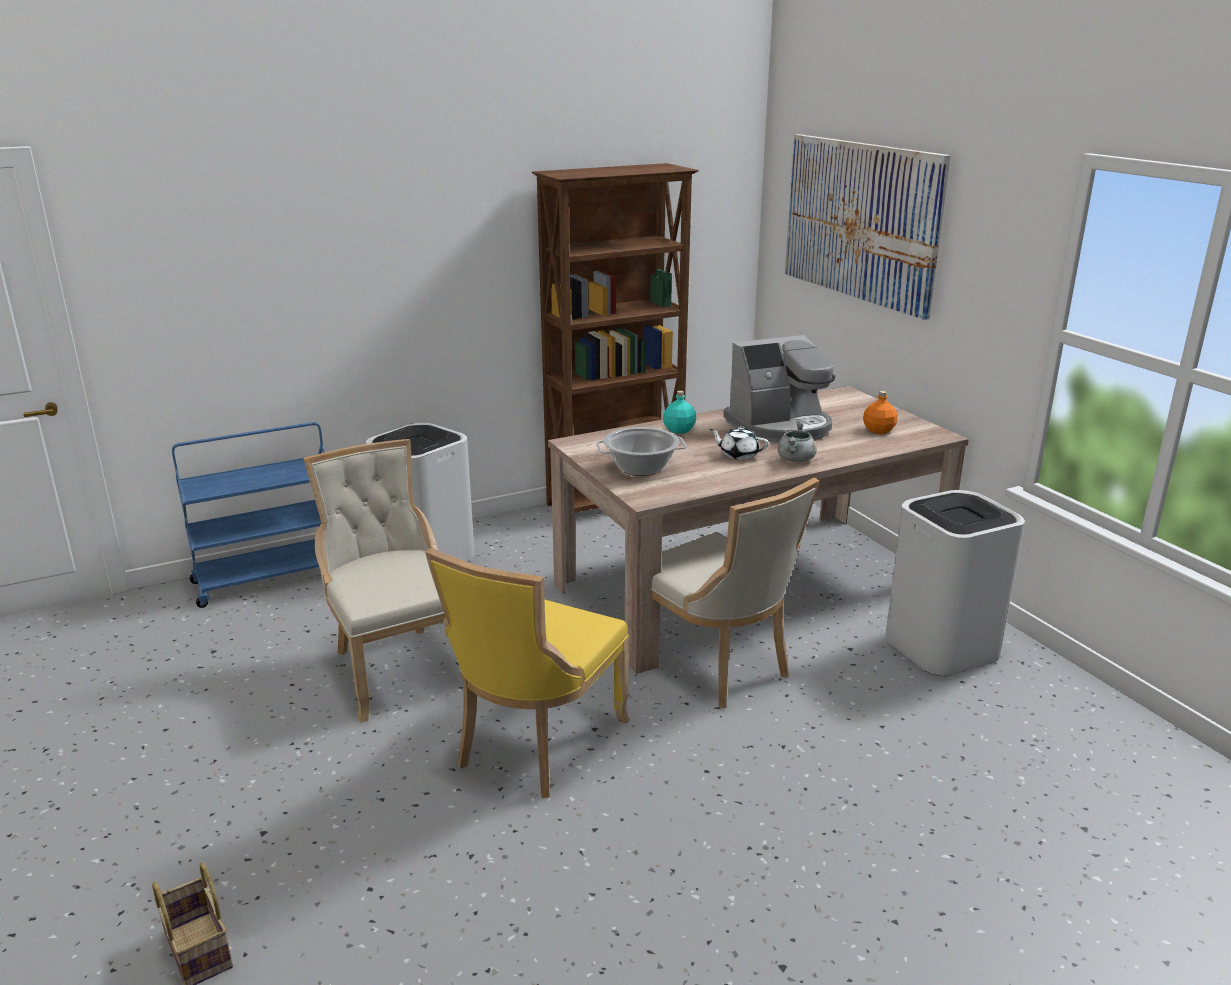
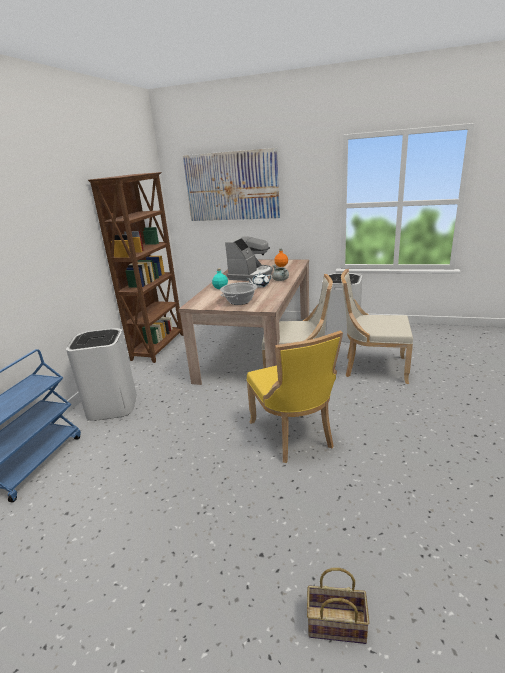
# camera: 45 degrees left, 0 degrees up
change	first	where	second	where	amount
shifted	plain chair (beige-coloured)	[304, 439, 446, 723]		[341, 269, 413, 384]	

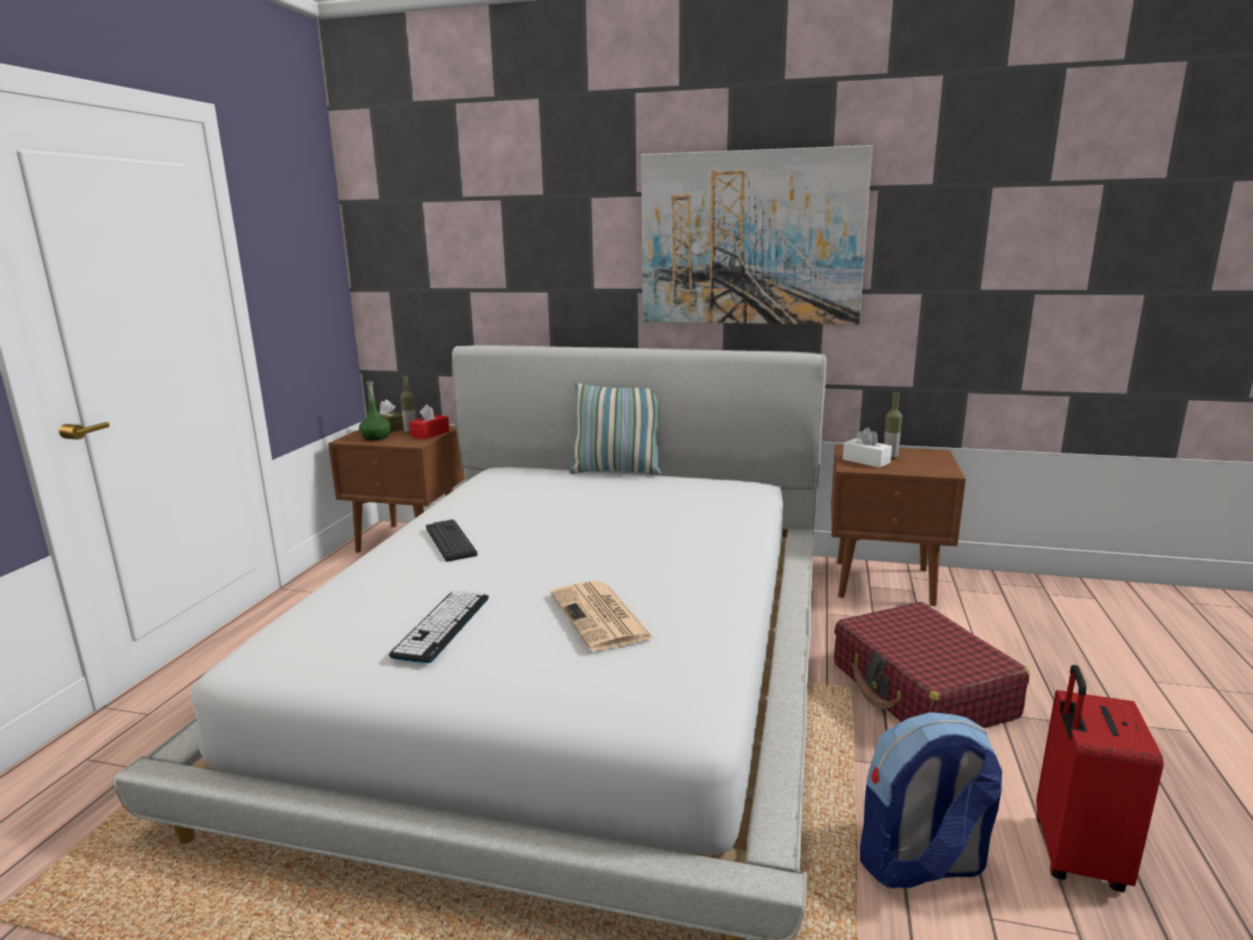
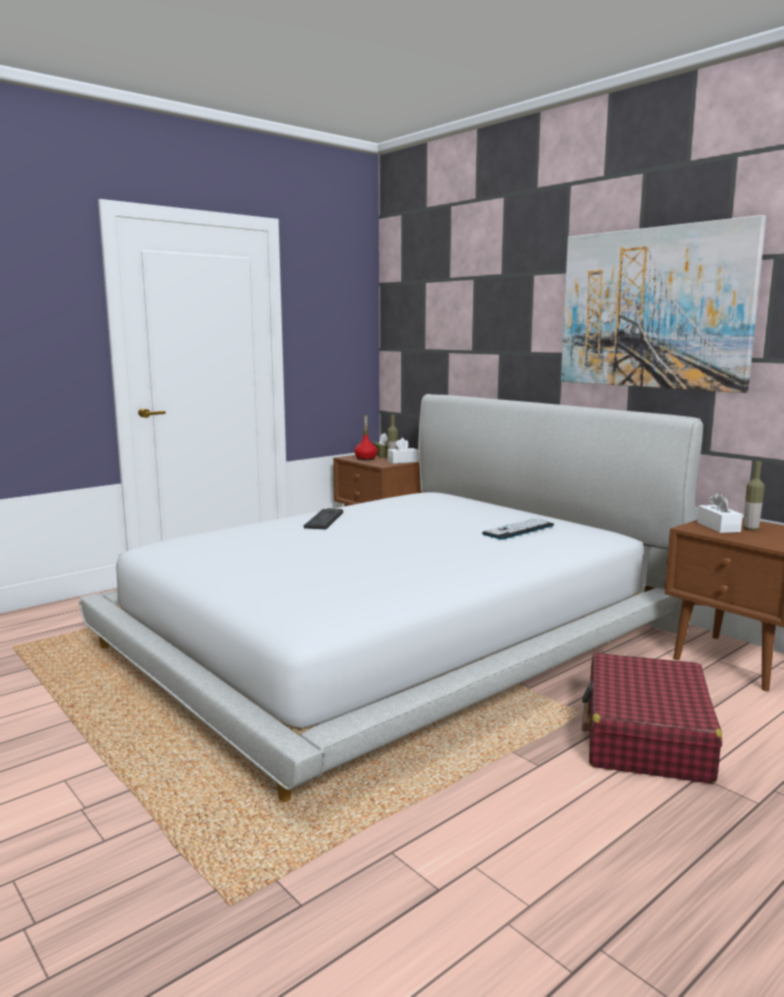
# camera: 35 degrees right, 5 degrees down
change	first	where	second	where	amount
gone	printed paper	[550, 581, 654, 651]			
gone	throw pillow	[569, 382, 661, 475]			
gone	rucksack	[860, 712, 1002, 888]			
gone	travel case (reddish)	[1036, 665, 1164, 892]			
shifted	computer keyboard	[389, 591, 489, 663]		[482, 518, 554, 540]	
repainted	beverage bottle (green-coloured)	[359, 381, 391, 441]	beverage bottle (reddish)	[354, 415, 377, 460]	
repainted	tissue holder (reddish)	[409, 404, 449, 439]	tissue holder (white)	[388, 438, 419, 464]	

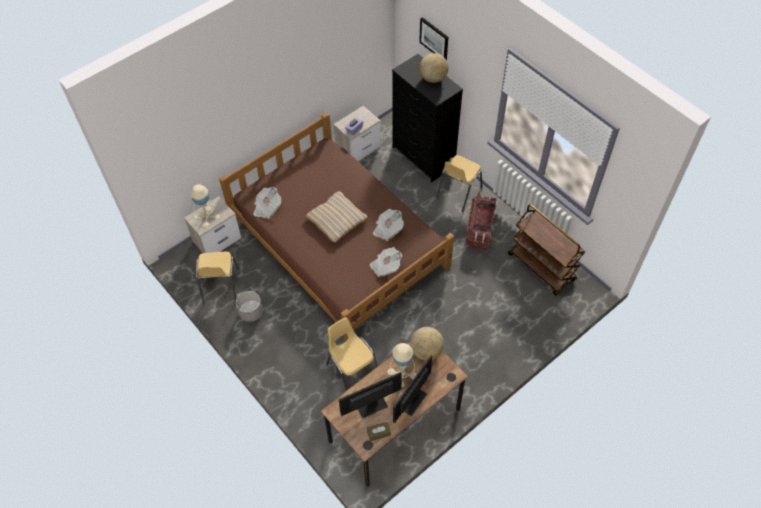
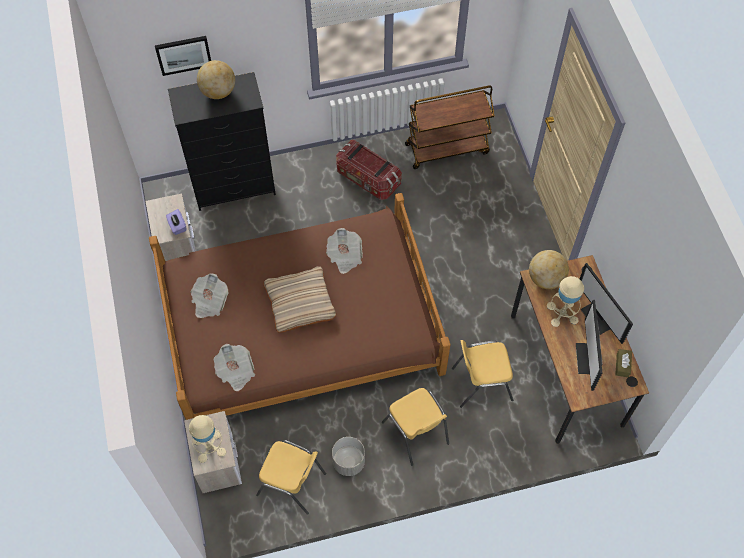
# camera: 65 degrees left, 5 degrees up
change	first	where	second	where	amount
shifted	printed paper	[370, 247, 402, 277]		[191, 273, 228, 318]	
shifted	plain chair (yellowish)	[436, 155, 483, 212]		[382, 388, 449, 466]	

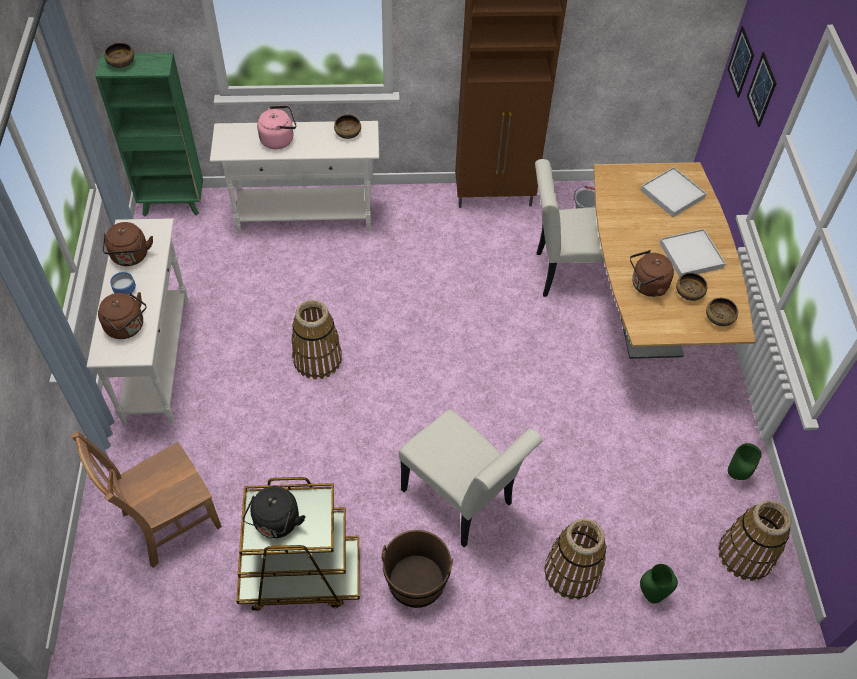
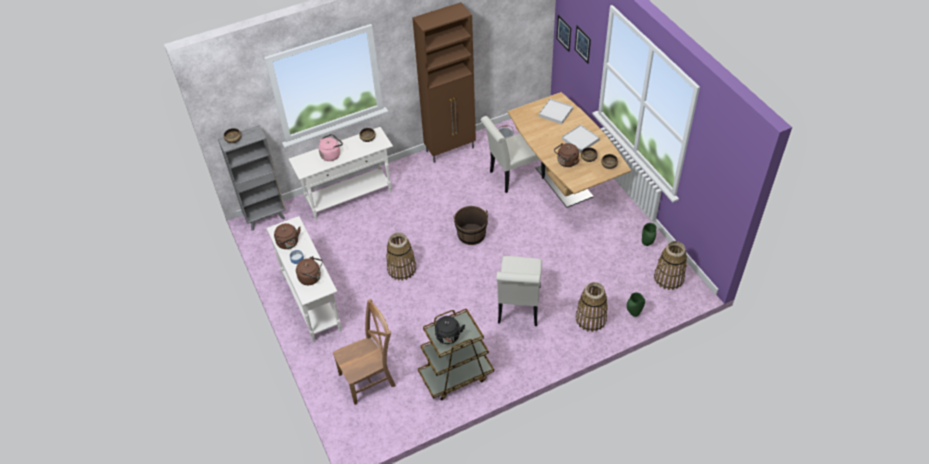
# camera: 20 degrees left, 5 degrees down
change	first	where	second	where	amount
shifted	bucket (brown)	[381, 530, 453, 608]		[453, 206, 488, 245]	
repainted	bookshelf (green-coloured)	[95, 53, 203, 216]	bookshelf (gray)	[218, 125, 286, 231]	
rotated	plain chair (brown)	[71, 432, 222, 568]		[333, 298, 396, 405]	150 degrees counterclockwise
rotated	plain chair (white)	[399, 409, 543, 548]		[496, 256, 542, 326]	75 degrees clockwise

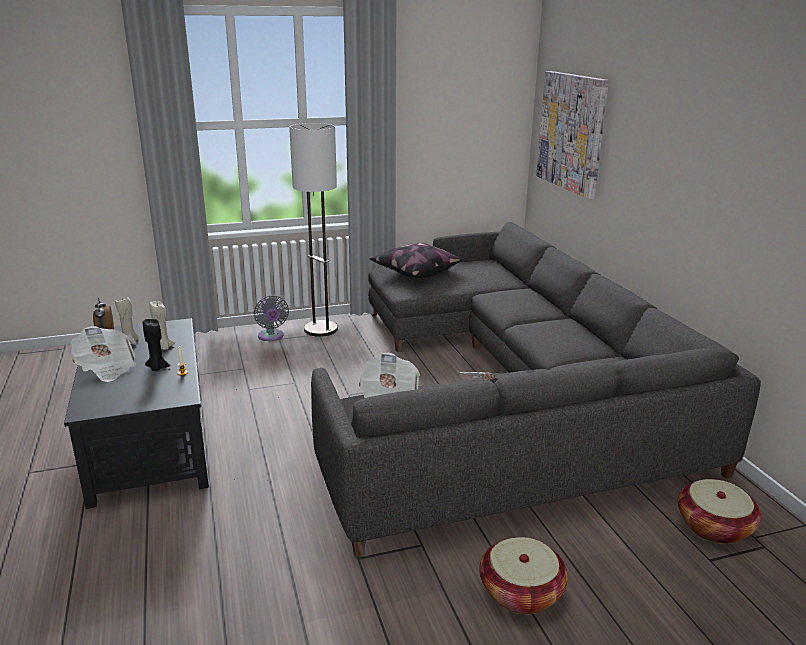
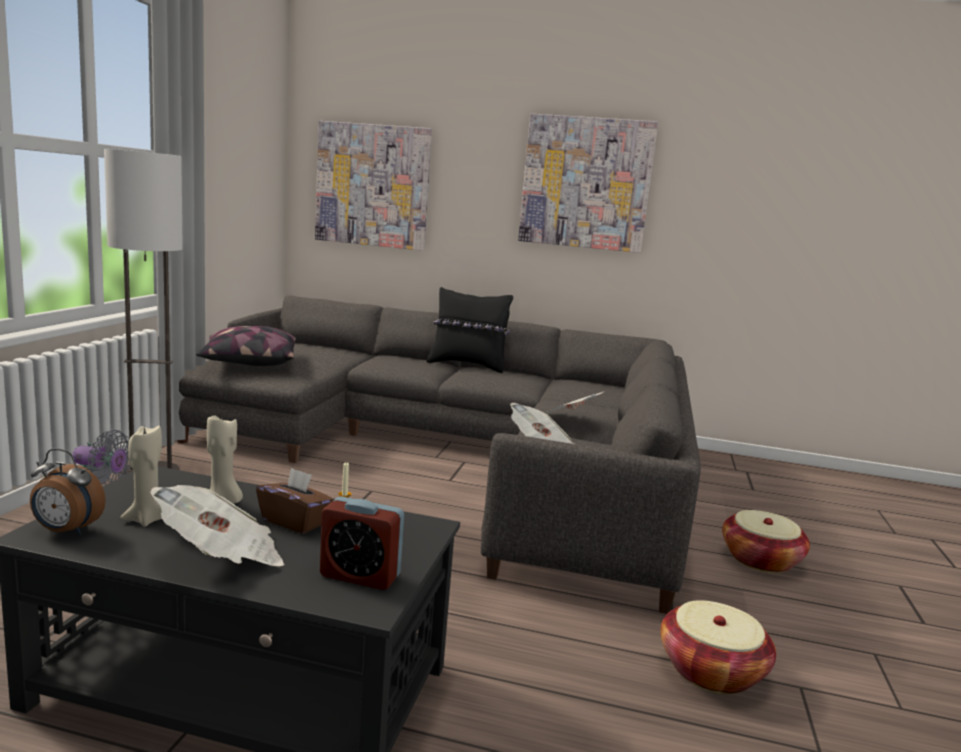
# camera: 60 degrees left, 10 degrees down
change	first	where	second	where	amount
new			table clock	[320, 496, 404, 590]	
new			throw pillow (black-coloured)	[427, 287, 513, 373]	
new			picture	[518, 114, 658, 253]	
shifted	household basket	[678, 479, 761, 544]		[660, 600, 776, 694]	
swapped	wax candle (black-coloured)	[143, 319, 170, 371]	tissue holder (brown)	[256, 467, 334, 534]	

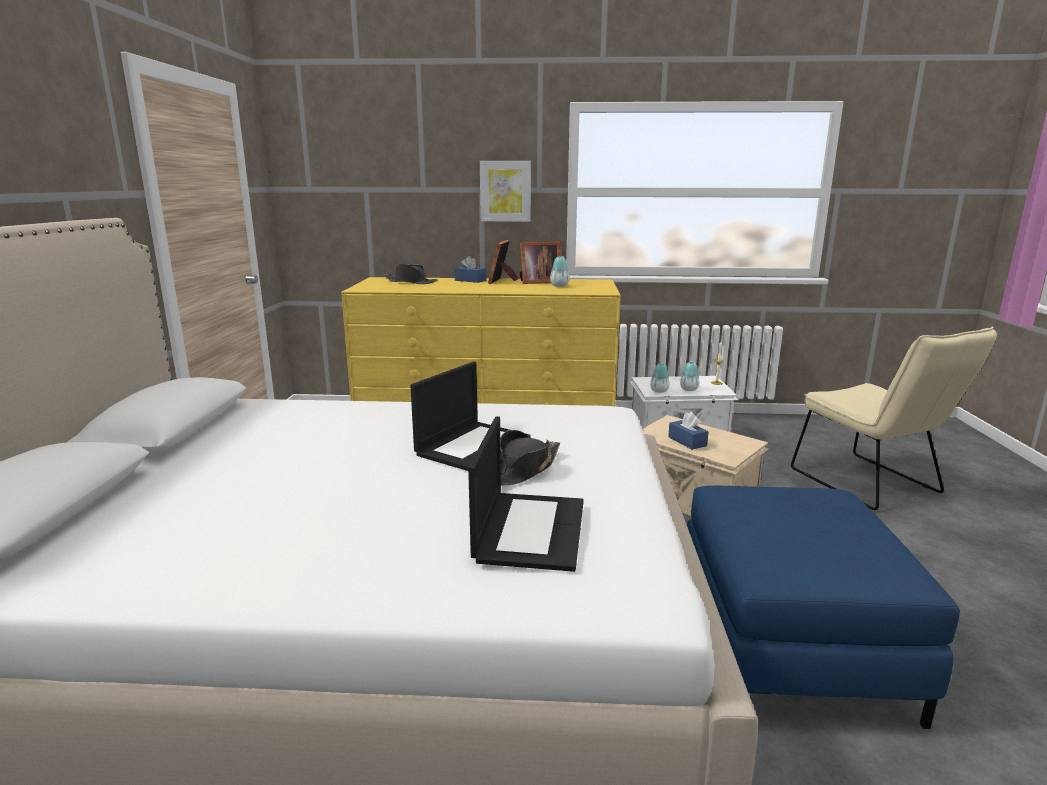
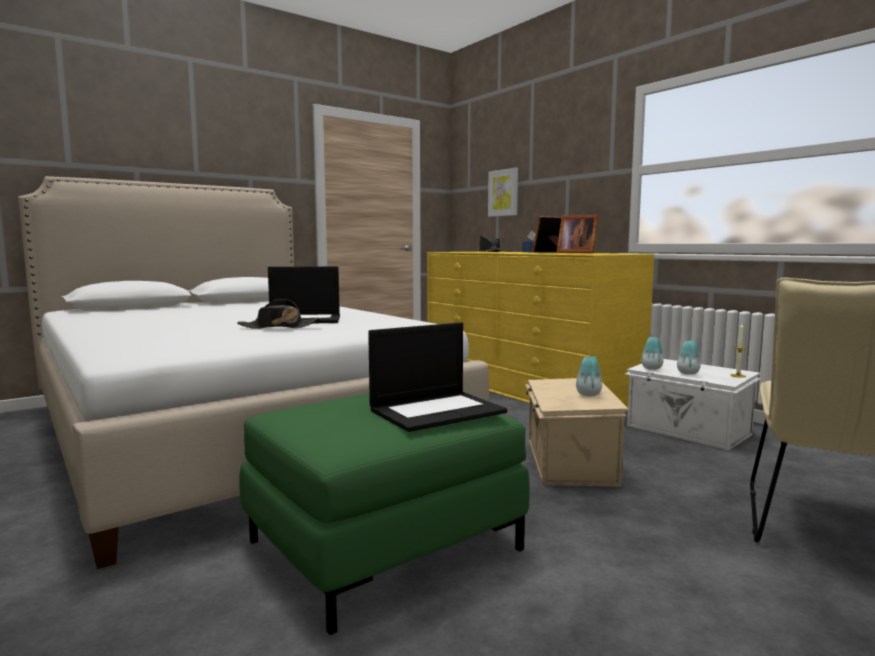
# camera: 50 degrees right, 10 degrees down
change	first	where	second	where	amount
gone	tissue holder (blue-coloured)	[668, 412, 709, 450]			
shifted	portable computer	[468, 416, 584, 572]		[368, 322, 507, 432]	
shifted	picture	[480, 161, 531, 222]		[488, 168, 518, 217]	
shifted	decorative vase	[550, 256, 569, 287]		[576, 356, 602, 396]	
repainted	footrest (blue-coloured)	[687, 486, 960, 729]	footrest (green-coloured)	[239, 393, 530, 635]	

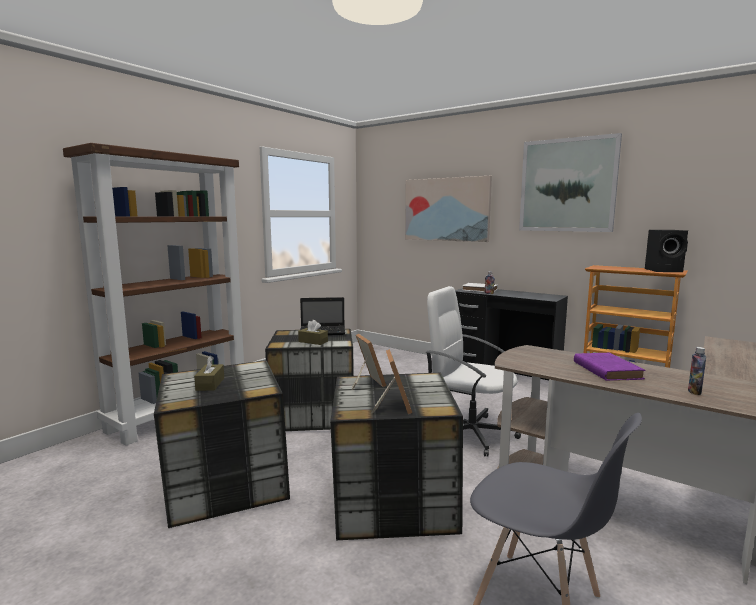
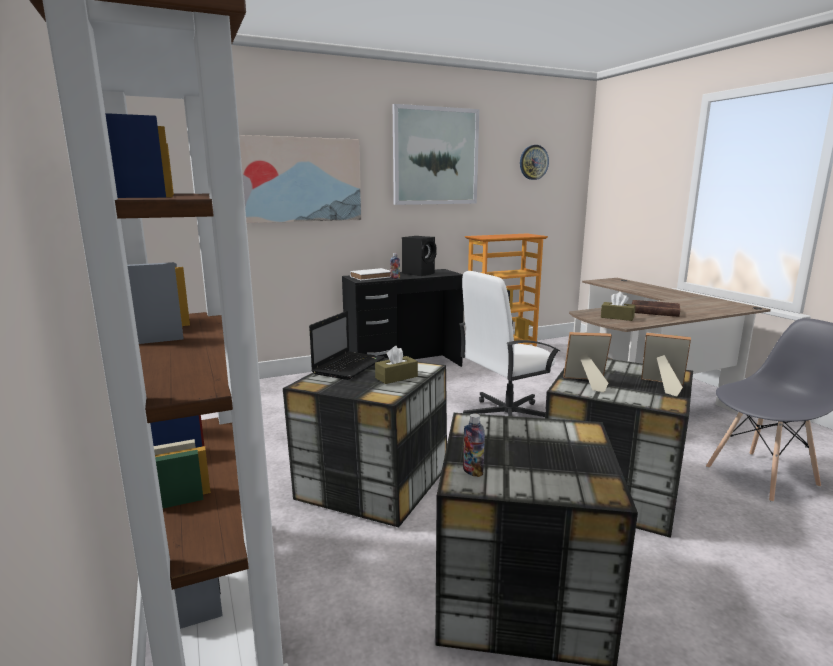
# camera: 60 degrees left, 5 degrees up
change	first	where	second	where	amount
new			wall clock	[520, 145, 549, 180]	
shifted	tissue holder (brown)	[194, 355, 224, 391]		[601, 292, 636, 321]	
shifted	loudspeaker (black-coloured)	[645, 230, 688, 272]		[402, 236, 436, 276]	
shifted	beverage bottle	[688, 347, 706, 395]		[463, 413, 485, 477]	
repainted	book (purplish)	[574, 353, 645, 381]	book (brown)	[632, 300, 680, 317]	

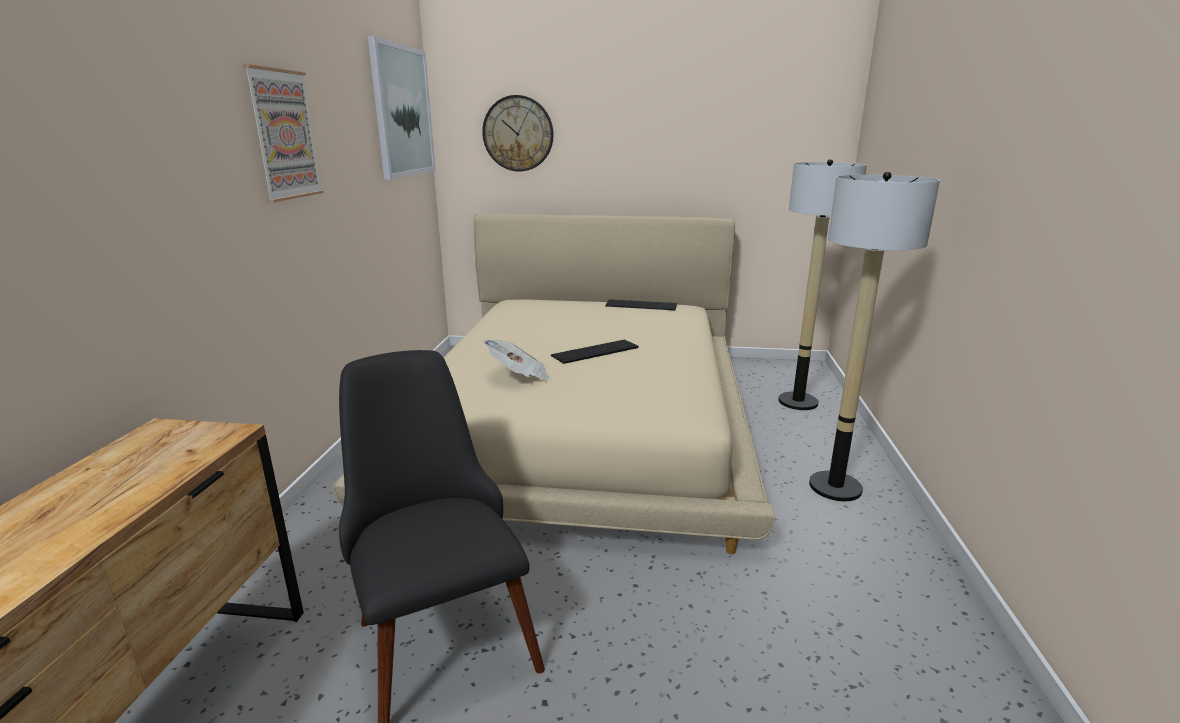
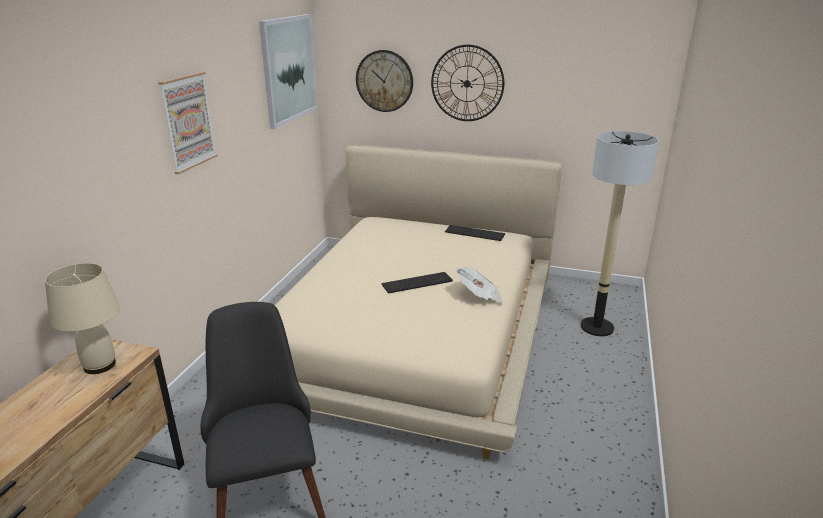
# camera: 10 degrees right, 5 degrees up
change	first	where	second	where	amount
gone	floor lamp	[809, 172, 940, 501]			
new			table lamp (beige-coloured)	[45, 263, 120, 374]	
new			wall clock	[431, 45, 504, 121]	
shifted	printed paper	[483, 340, 551, 380]		[456, 267, 503, 303]	

